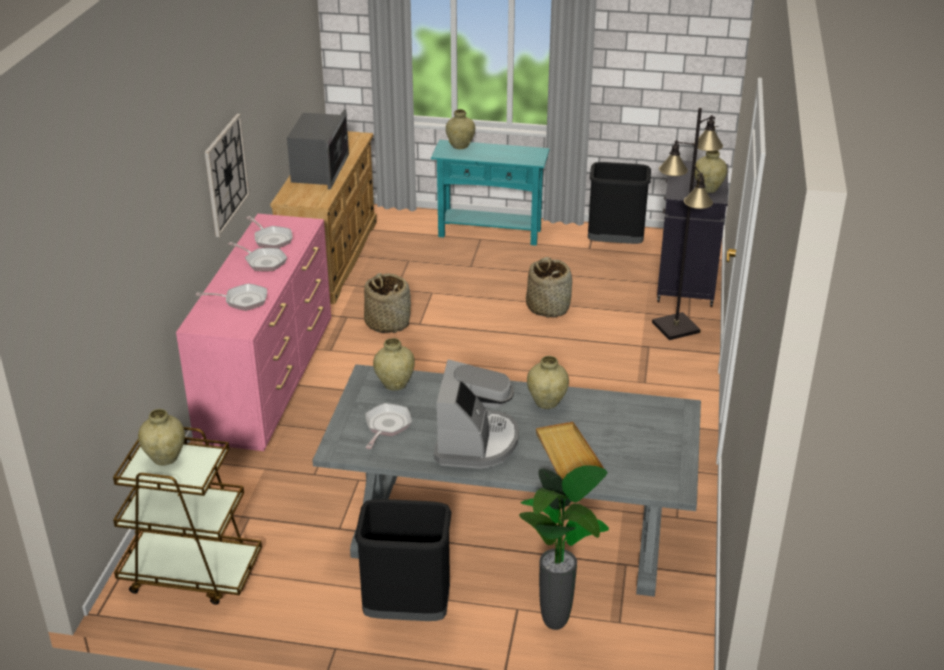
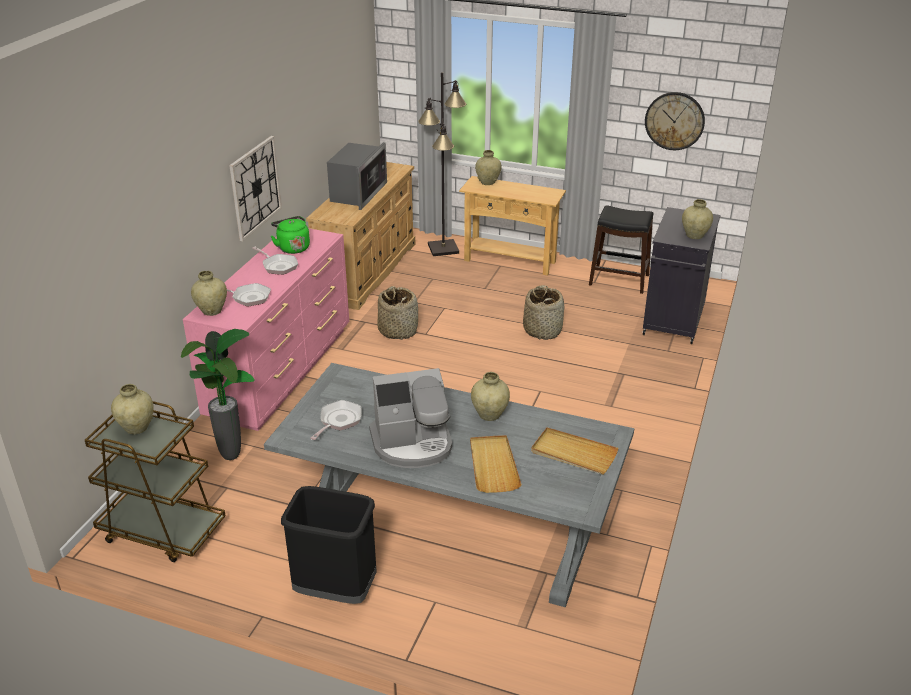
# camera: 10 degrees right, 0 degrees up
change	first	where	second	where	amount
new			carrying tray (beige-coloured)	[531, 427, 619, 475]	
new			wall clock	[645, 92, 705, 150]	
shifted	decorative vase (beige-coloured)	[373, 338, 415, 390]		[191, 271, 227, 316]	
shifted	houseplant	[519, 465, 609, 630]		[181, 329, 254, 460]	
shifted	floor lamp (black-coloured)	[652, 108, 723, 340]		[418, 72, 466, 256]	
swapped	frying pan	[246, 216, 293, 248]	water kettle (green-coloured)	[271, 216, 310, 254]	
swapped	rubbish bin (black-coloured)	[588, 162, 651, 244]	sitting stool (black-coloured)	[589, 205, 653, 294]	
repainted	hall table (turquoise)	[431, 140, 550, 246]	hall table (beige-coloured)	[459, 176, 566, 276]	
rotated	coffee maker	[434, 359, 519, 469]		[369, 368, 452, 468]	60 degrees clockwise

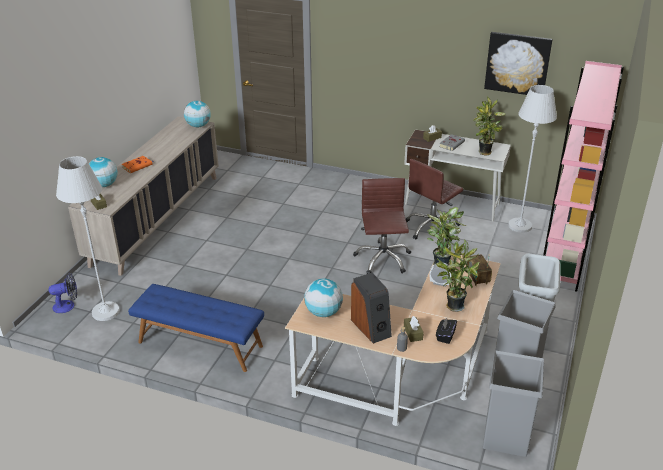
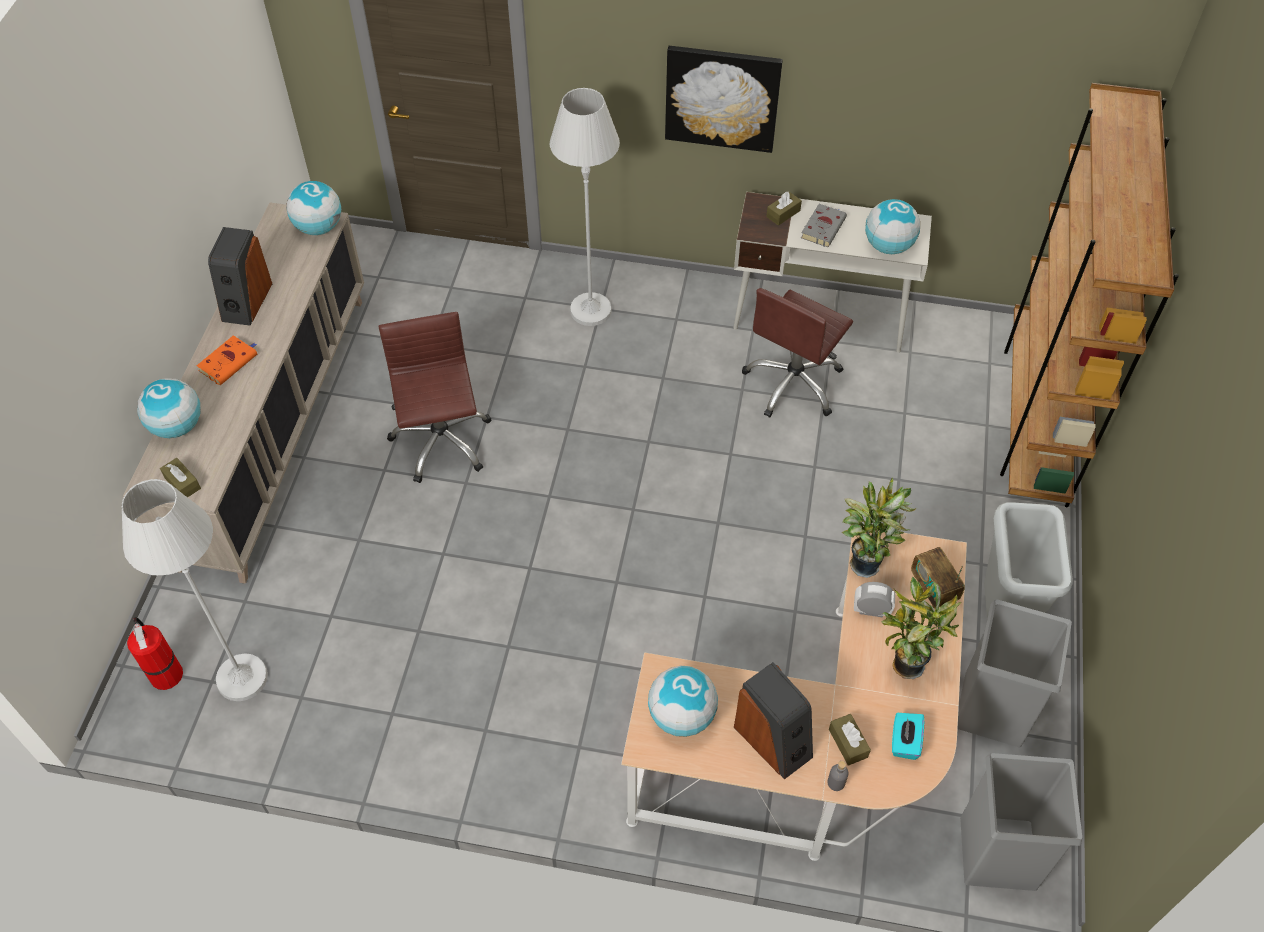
# camera: 10 degrees left, 20 degrees up
change	first	where	second	where	amount
gone	indoor bench (blue-coloured)	[128, 284, 264, 372]			
new			loudspeaker	[208, 227, 272, 326]	
shifted	office chair (brown)	[353, 178, 411, 274]		[379, 312, 491, 483]	
shifted	picture	[484, 32, 552, 95]		[665, 46, 783, 153]	
shifted	floor lamp (white)	[508, 85, 557, 233]		[550, 88, 620, 326]	
swapped	cooling fan	[48, 273, 77, 313]	fire-fighting cylinder	[127, 617, 183, 690]	
swapped	houseplant	[473, 97, 505, 156]	desk globe	[865, 199, 920, 254]	
repainted	tissue holder (black-coloured)	[436, 318, 457, 344]	tissue holder (turquoise)	[892, 713, 924, 760]	
repainted	bookshelf (pink-coloured)	[543, 61, 624, 292]	bookshelf (brown)	[1000, 83, 1179, 507]	

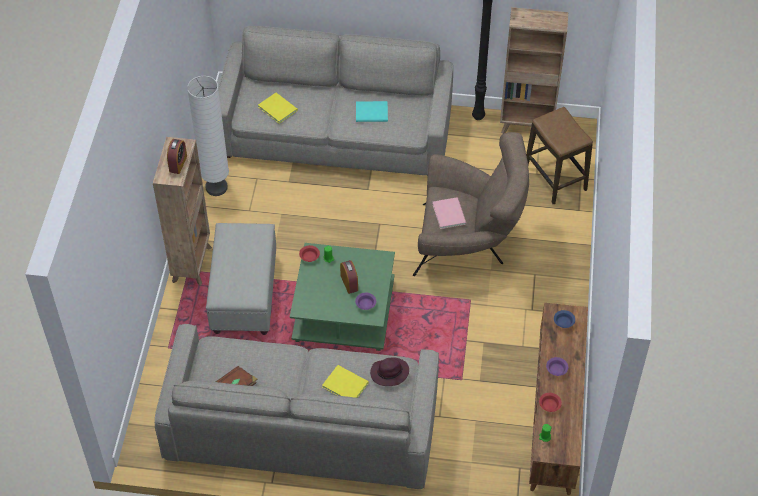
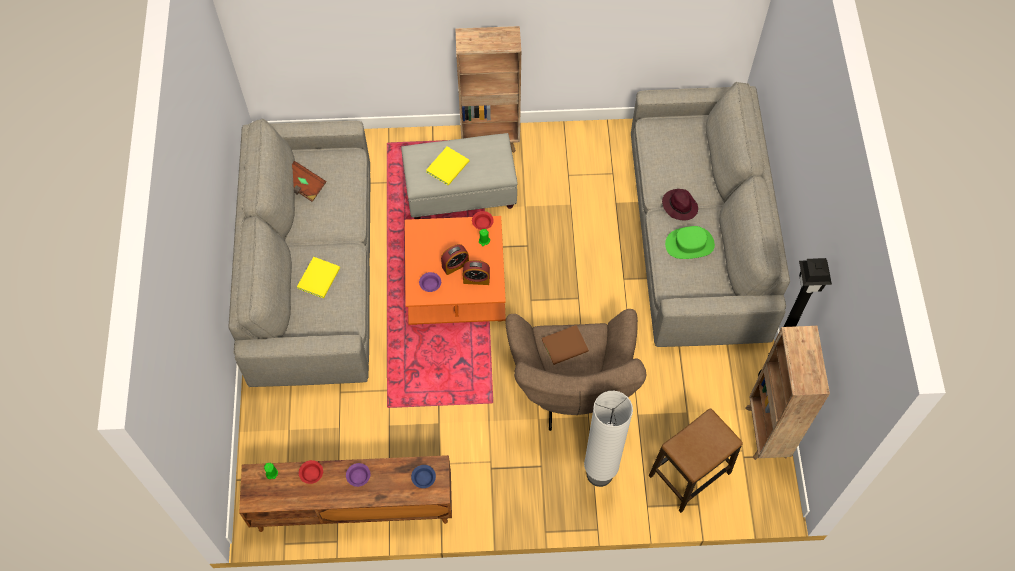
# camera: 80 degrees right, 10 degrees up
change	first	where	second	where	amount
shifted	table clock	[167, 139, 187, 174]		[463, 260, 490, 285]	
shifted	floor lamp (white)	[187, 76, 229, 196]		[584, 391, 633, 487]	
shifted	book (yellowish)	[258, 93, 298, 123]		[426, 146, 469, 185]	
shifted	clothing hat (purplish)	[370, 358, 409, 386]		[662, 189, 698, 221]	
swapped	book (turquoise)	[356, 101, 388, 122]	clothing hat (green-coloured)	[665, 226, 715, 259]	
repainted	coffee table (green-coloured)	[290, 243, 395, 351]	coffee table (orange-coloured)	[405, 216, 506, 325]	
repainted	book (pink-coloured)	[432, 197, 466, 229]	book (brown)	[542, 325, 589, 365]	

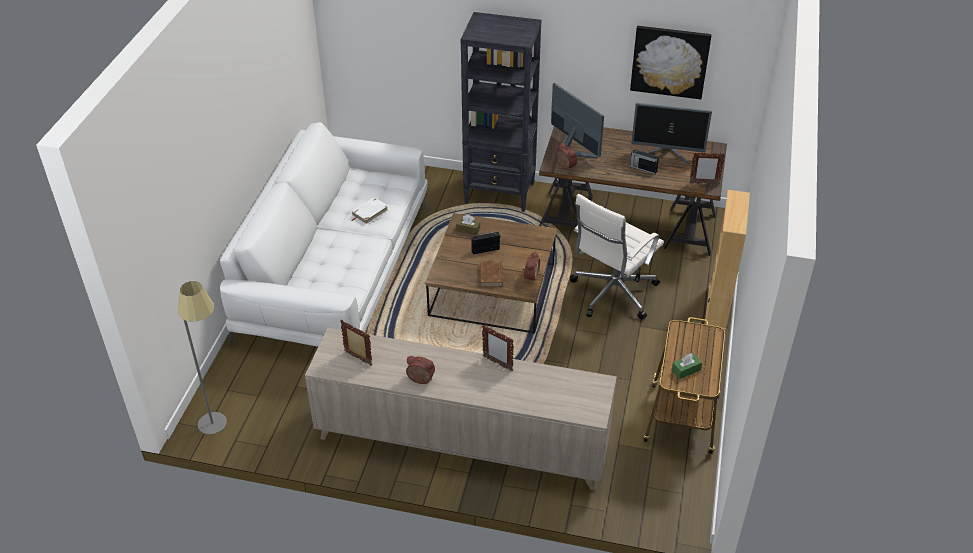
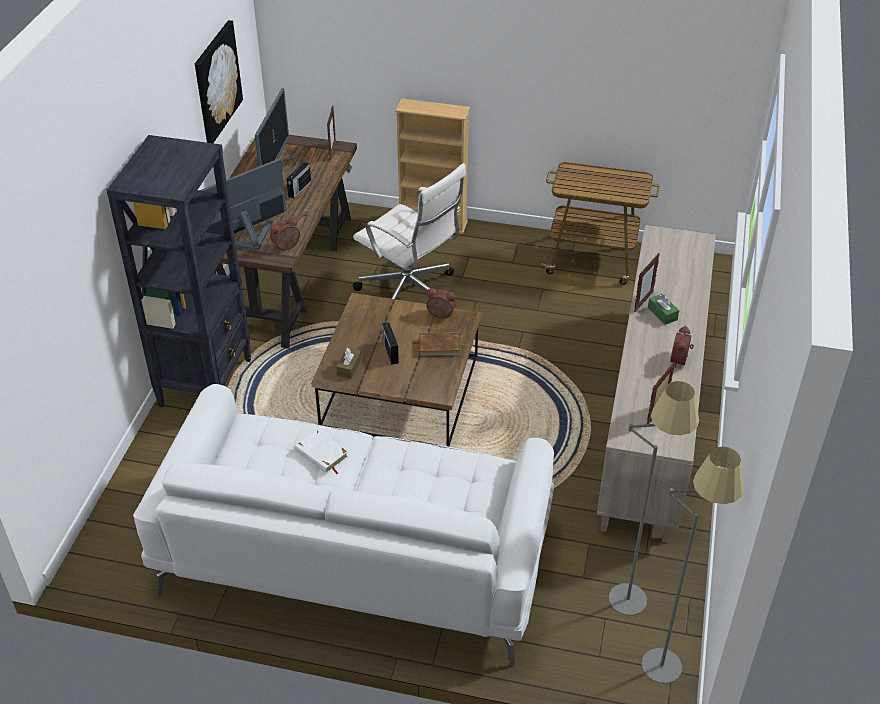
# camera: 90 degrees left, 0 degrees up
change	first	where	second	where	amount
new			floor lamp (gray)	[609, 381, 699, 615]	
shifted	tissue holder (green-coloured)	[672, 353, 702, 379]		[648, 294, 679, 325]	

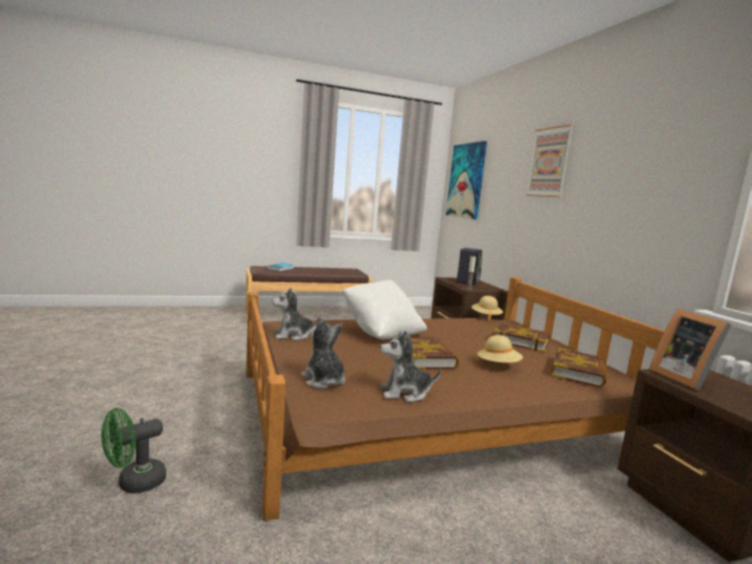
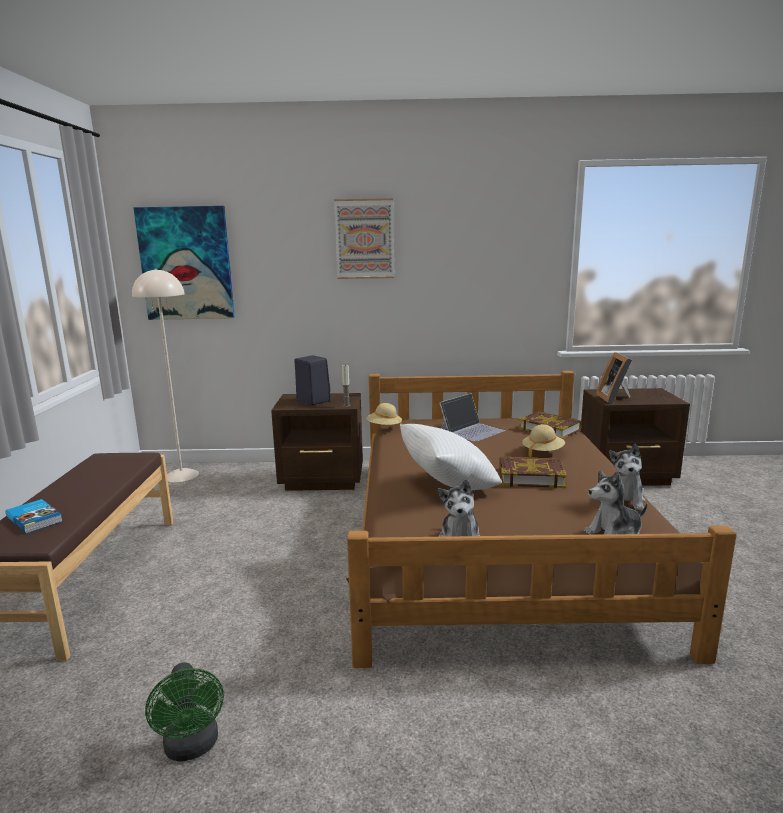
# camera: 70 degrees left, 5 degrees up
change	first	where	second	where	amount
new			floor lamp (beige-coloured)	[132, 268, 199, 482]	
shifted	cooling fan (green-coloured)	[101, 408, 166, 493]		[145, 662, 224, 762]	
swapped	book	[494, 323, 551, 353]	portable computer	[439, 393, 505, 442]	
rotated	standing frame	[649, 309, 731, 391]		[596, 352, 632, 404]	90 degrees clockwise

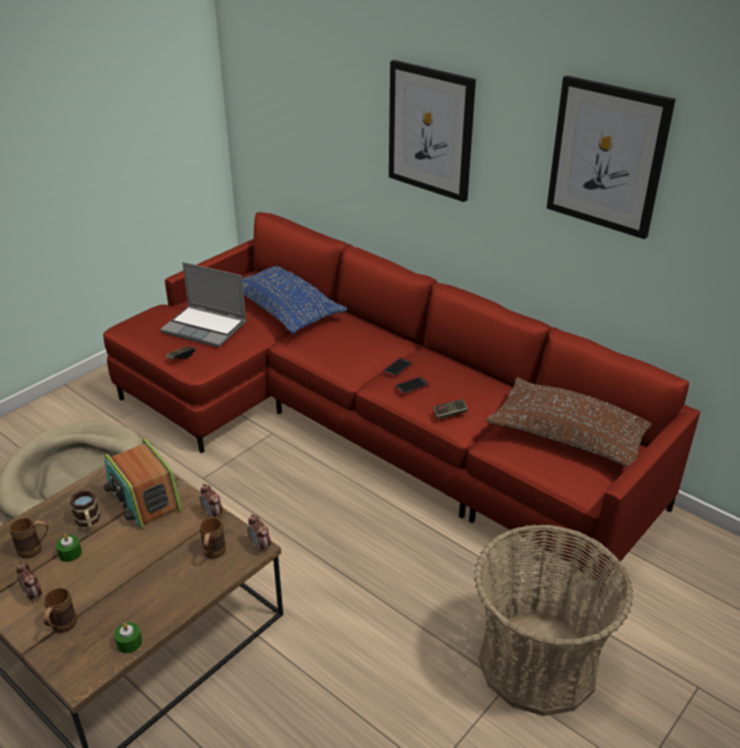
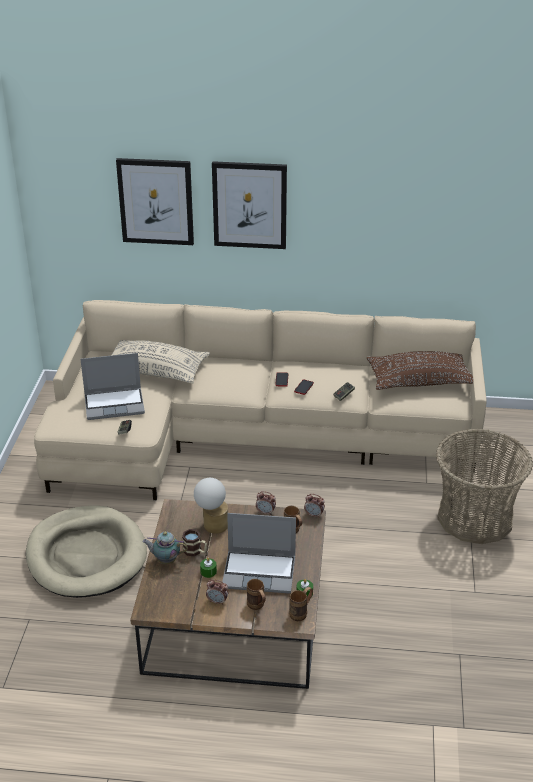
# camera: 35 degrees left, 0 degrees up
change	first	where	second	where	amount
new			teapot	[142, 531, 188, 564]	
new			portable computer	[222, 513, 296, 593]	
shifted	tea mug (brown)	[9, 518, 49, 559]		[289, 587, 313, 621]	
shifted	picture	[547, 76, 676, 239]		[116, 158, 194, 245]	
swapped	radio receiver	[104, 439, 182, 529]	table lamp	[194, 478, 228, 534]	
repainted	couch (reddish)	[103, 212, 700, 597]	couch (beige-coloured)	[34, 300, 487, 500]	
repainted	throw pillow (blue-coloured)	[242, 266, 347, 334]	throw pillow (beige-coloured)	[111, 340, 210, 384]	

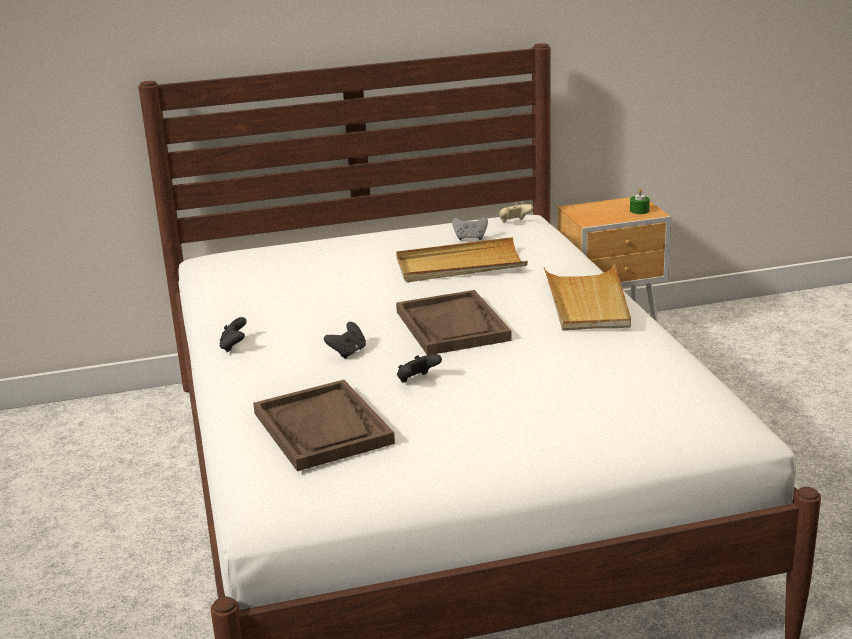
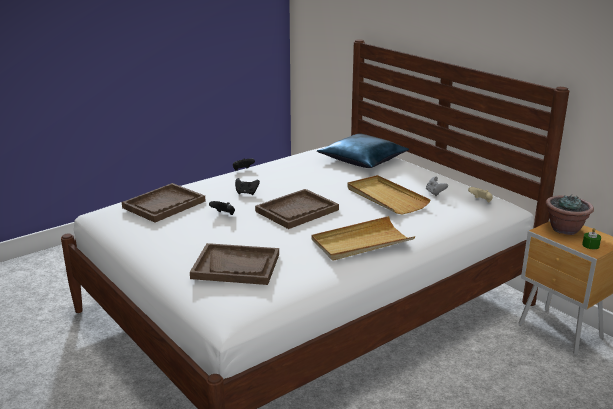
# camera: 65 degrees right, 0 degrees up
change	first	where	second	where	amount
new			carrying tray (brown)	[190, 243, 279, 285]	
new			throw pillow (blue-coloured)	[317, 133, 409, 168]	
new			houseplant	[546, 194, 594, 235]	

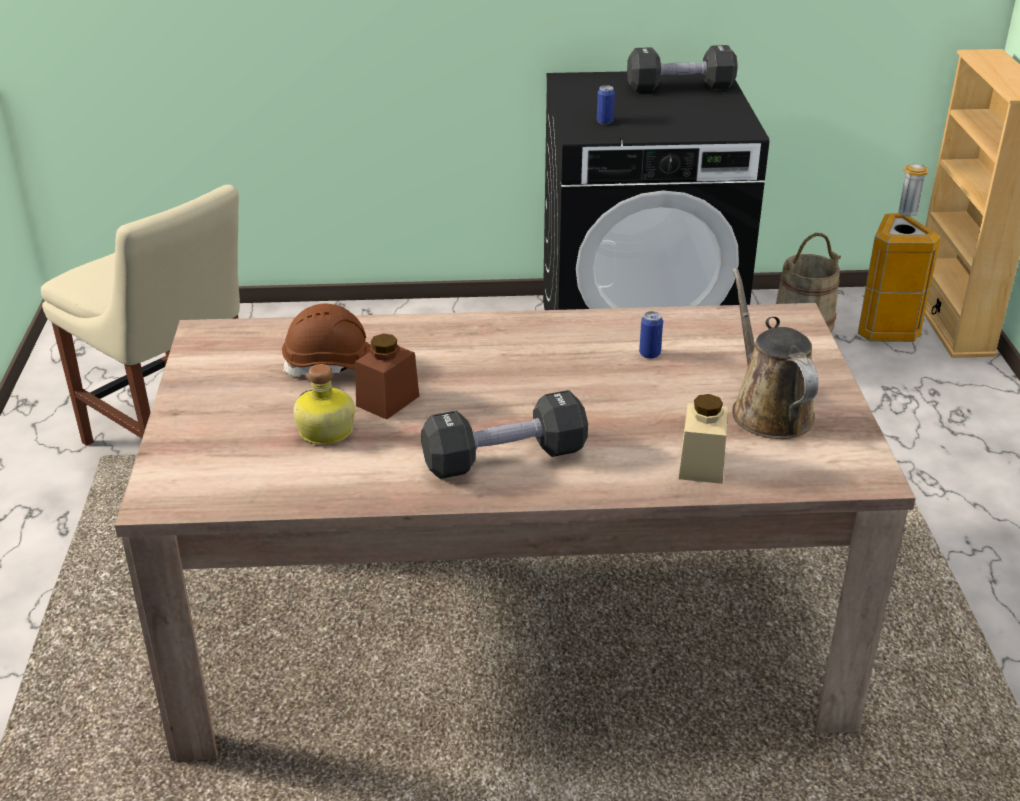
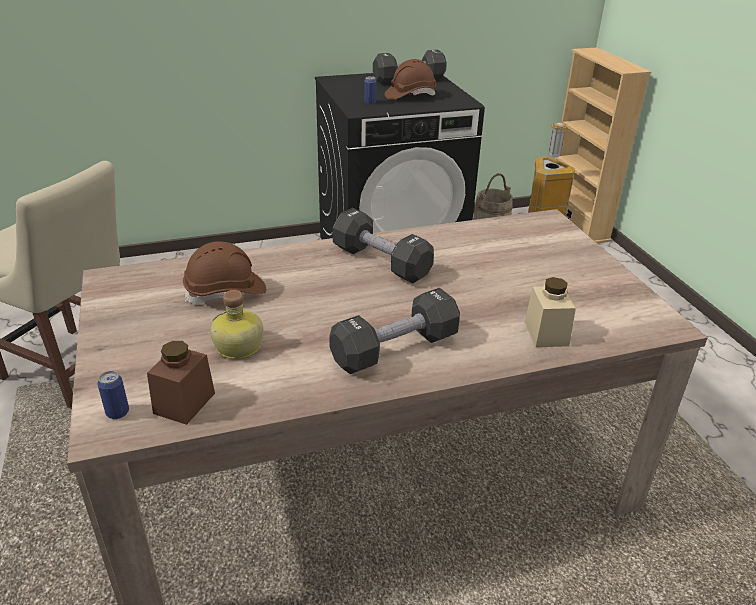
# camera: 15 degrees left, 0 degrees up
change	first	where	second	where	amount
gone	watering pot (brown)	[732, 268, 818, 439]			
new			hand weight (black-coloured)	[333, 208, 434, 283]	
new			safety helmet (brown)	[385, 59, 436, 100]	
shifted	storage jar (brown)	[355, 334, 419, 420]		[147, 341, 215, 425]	
shifted	can	[639, 311, 663, 359]		[97, 371, 129, 419]	

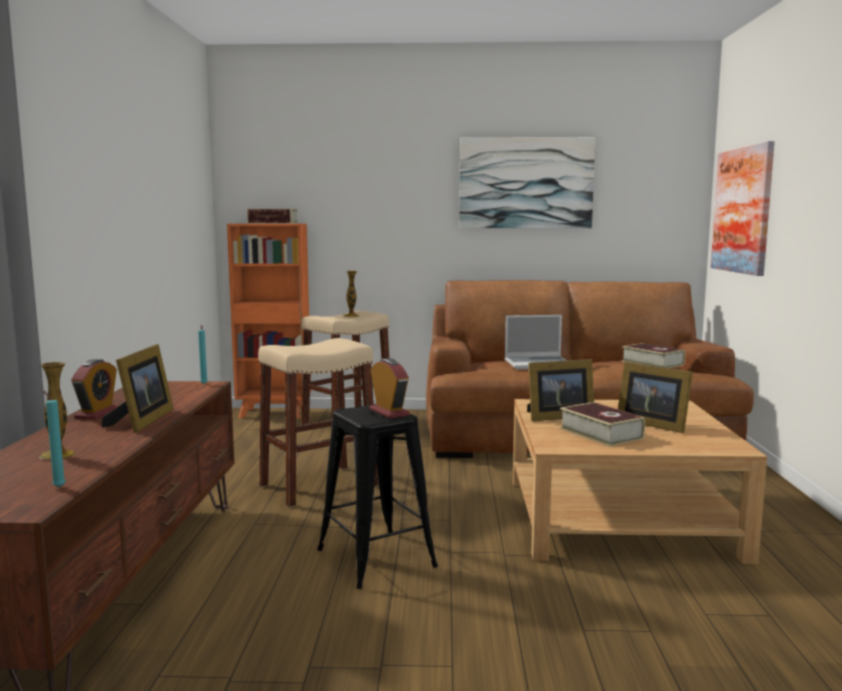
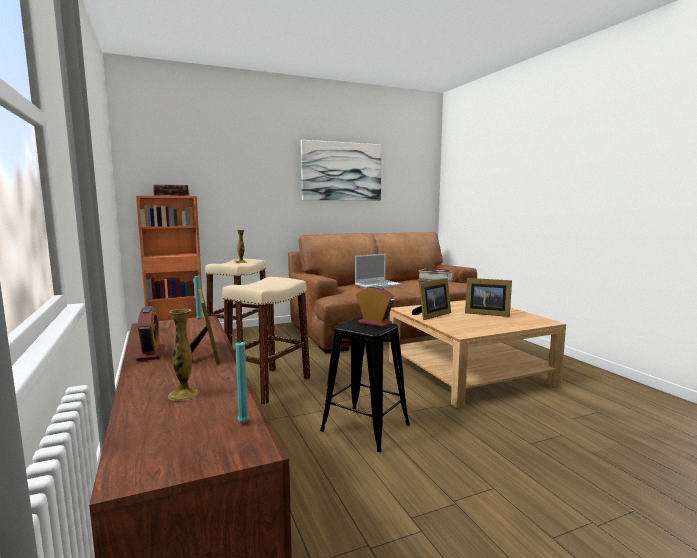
# camera: 25 degrees left, 0 degrees up
change	first	where	second	where	amount
gone	book	[559, 402, 645, 447]			
gone	picture	[711, 141, 774, 276]			

